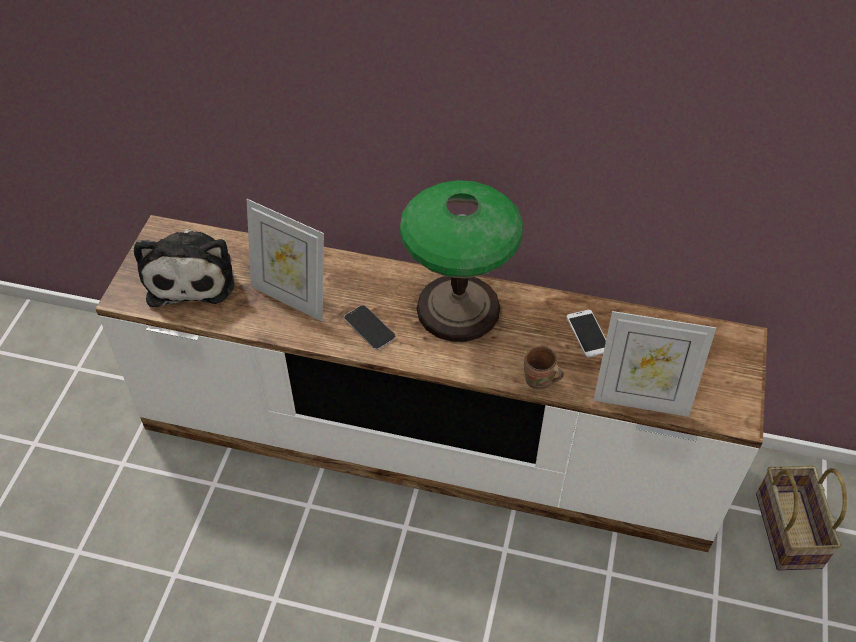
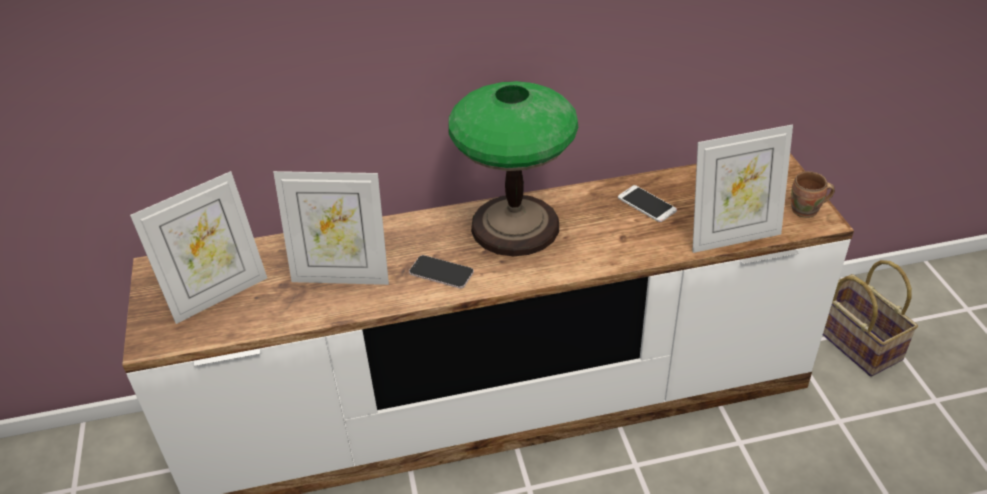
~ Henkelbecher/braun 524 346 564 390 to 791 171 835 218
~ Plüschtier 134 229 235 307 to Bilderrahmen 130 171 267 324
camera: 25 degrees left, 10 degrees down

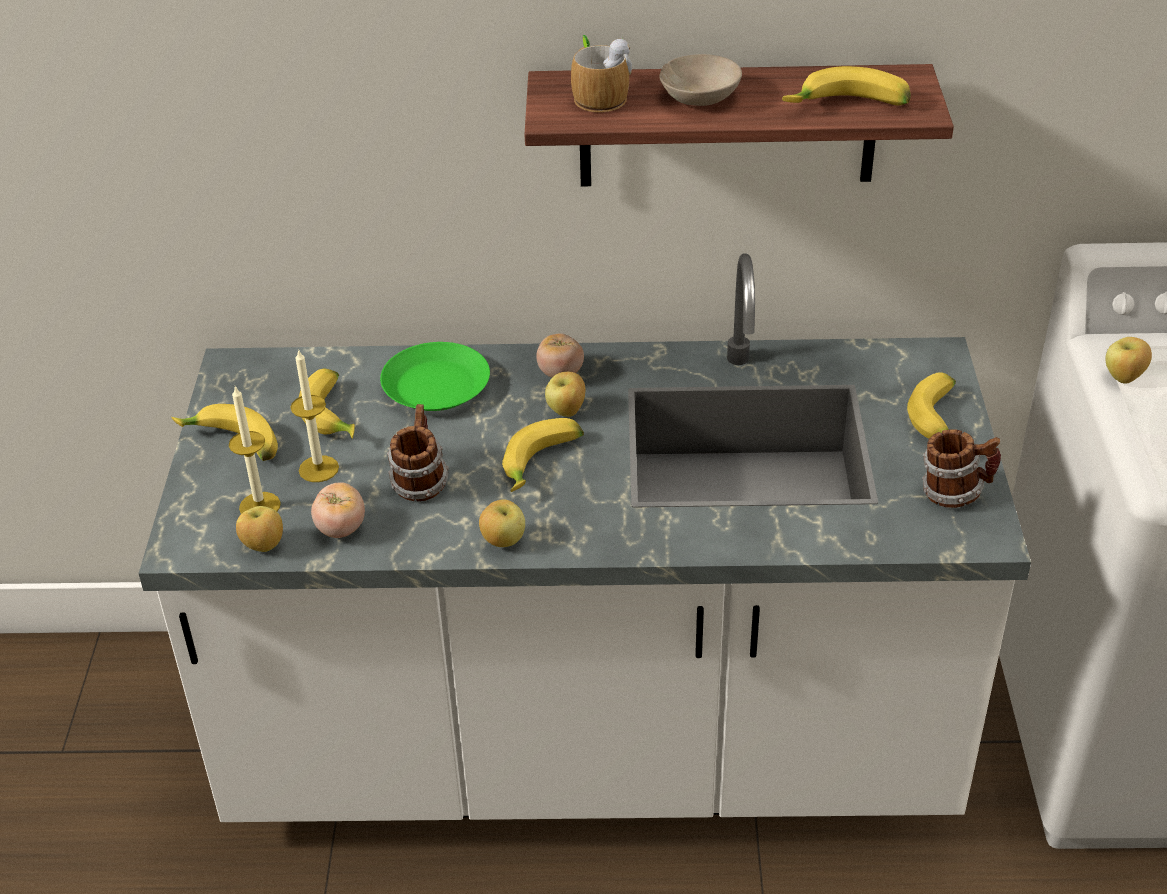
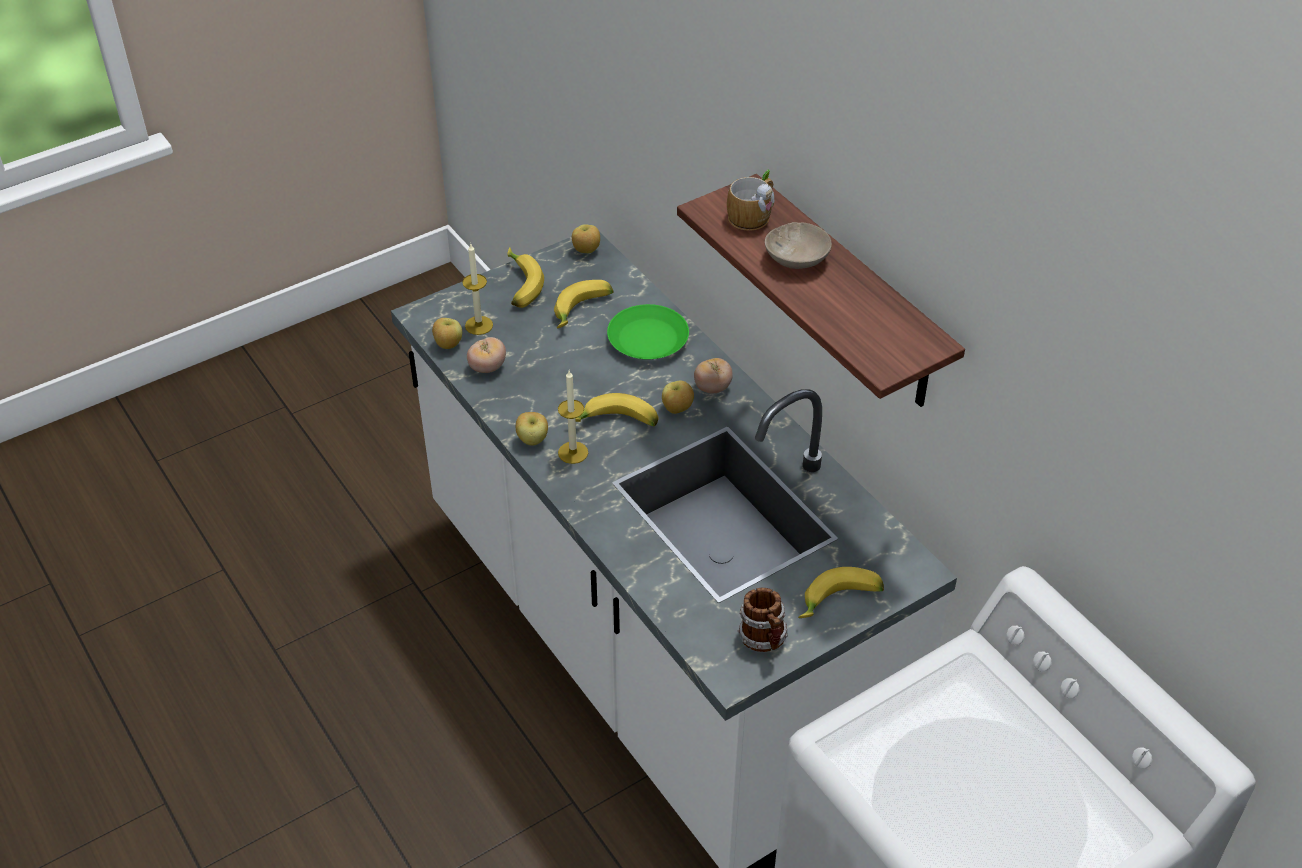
- Henkelbecher 387 404 449 501
- Banane 782 66 911 106
~ Kerze 290 349 339 482 to 558 371 588 464
~ Apfel 1105 337 1152 384 to 572 224 600 253
camera: 55 degrees right, 5 degrees up

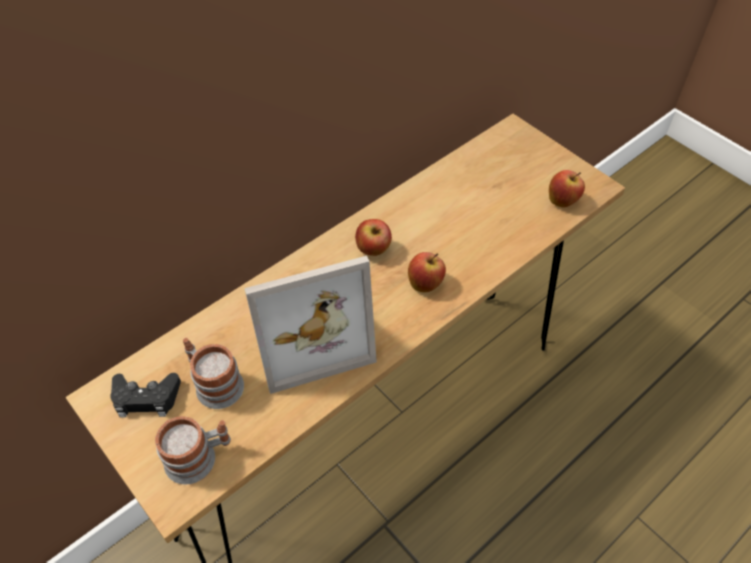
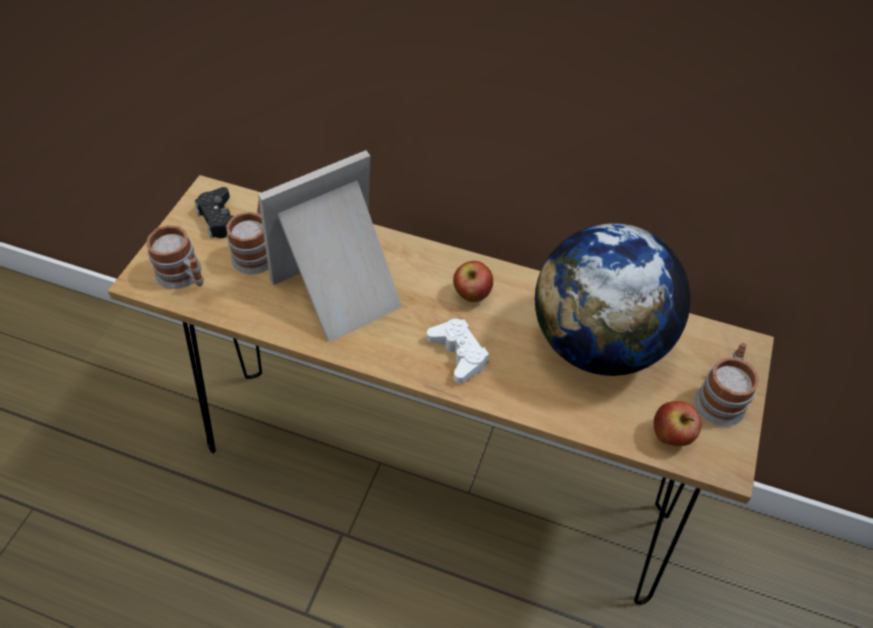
+ Globus 535 223 691 376
+ Henkelbecher 694 343 759 426
~ Apfel 408 252 446 292 to Gamepad/weiß 427 319 489 383
~ Bilderrahmen 244 256 377 394 = 258 150 402 343 105 degrees clockwise
camera: 60 degrees right, 0 degrees up

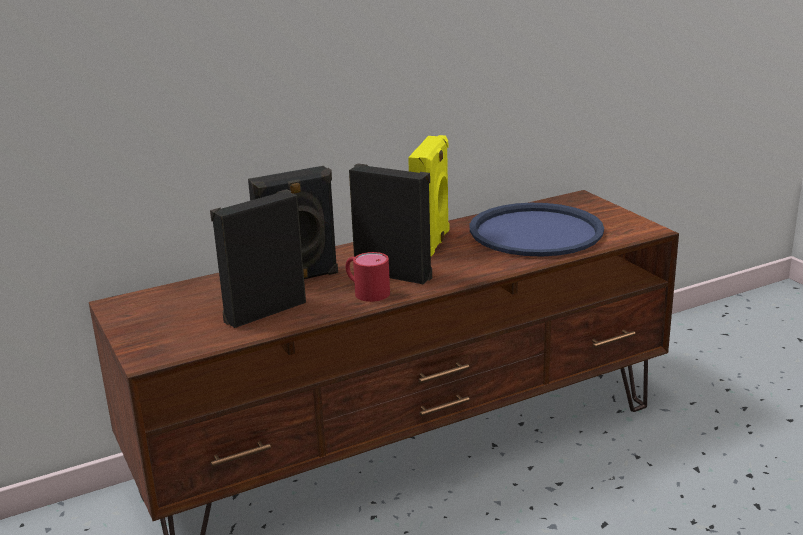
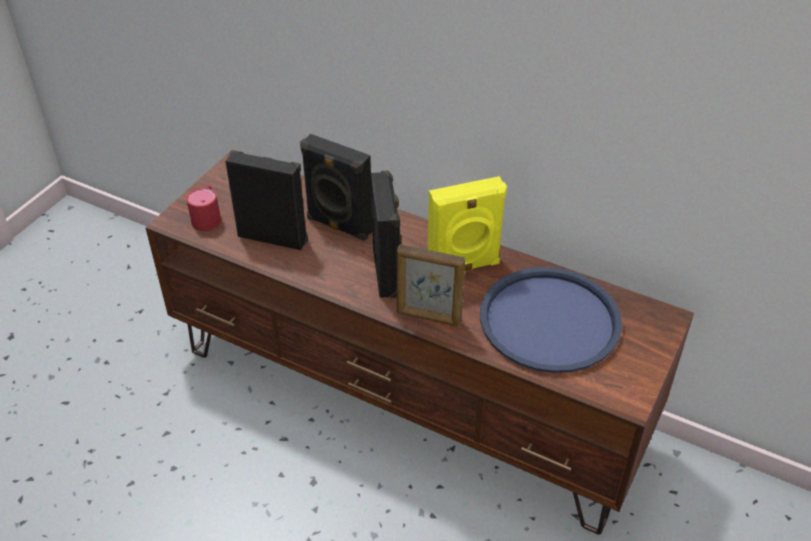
+ Bilderrahmen 397 244 465 326
~ Henkelbecher/rot 346 252 390 302 to 186 185 221 231
camera: 55 degrees right, 20 degrees up

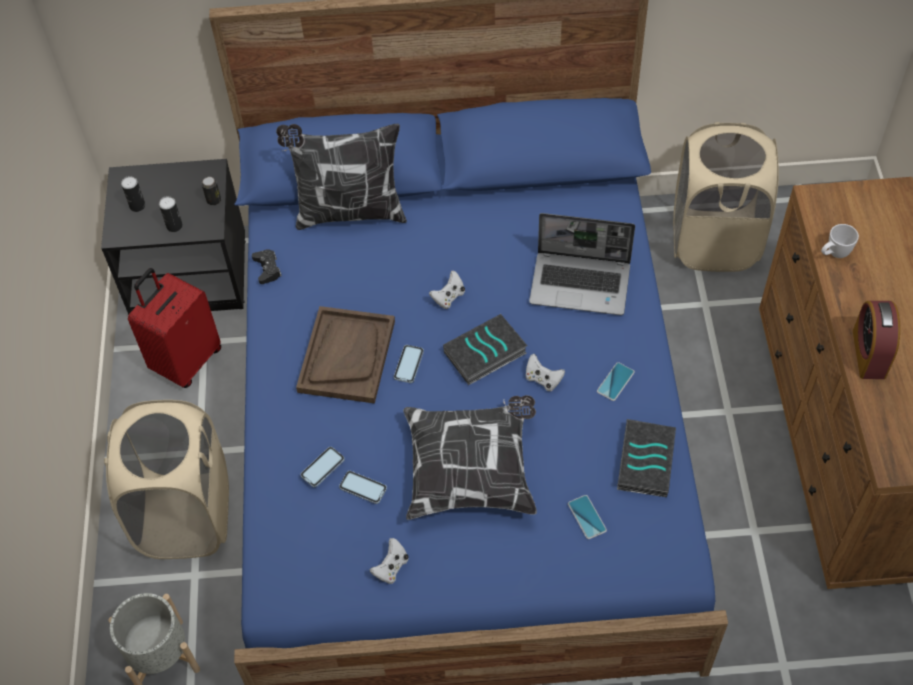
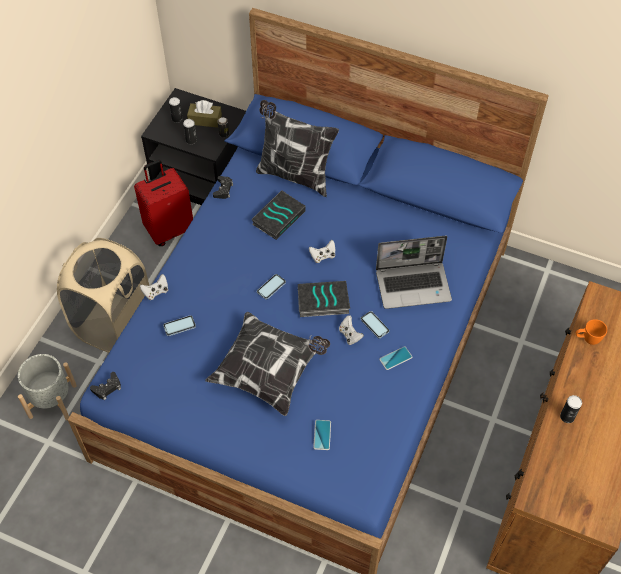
- Tablett/braun 296 306 395 404
- Wäschekorb/beige 673 122 779 272
+ Gamepad/schwarz 90 372 121 400
+ Taschentuchbox/braun 187 100 222 128
~ Handy 339 471 387 504 to 361 311 390 338
~ Gamepad/weiß 370 538 409 584 to 140 274 168 300
~ Buch 617 419 676 497 to 251 190 306 240
~ Wecker 853 301 900 379 to Dose 560 395 582 423
~ Henkelbecher/weiß 821 224 859 258 to Henkelbecher/orange 576 319 607 345
~ Laptop 529 213 635 315 = 376 236 452 309 45 degrees counterclockwise
camera: 25 degrees right, 0 degrees up

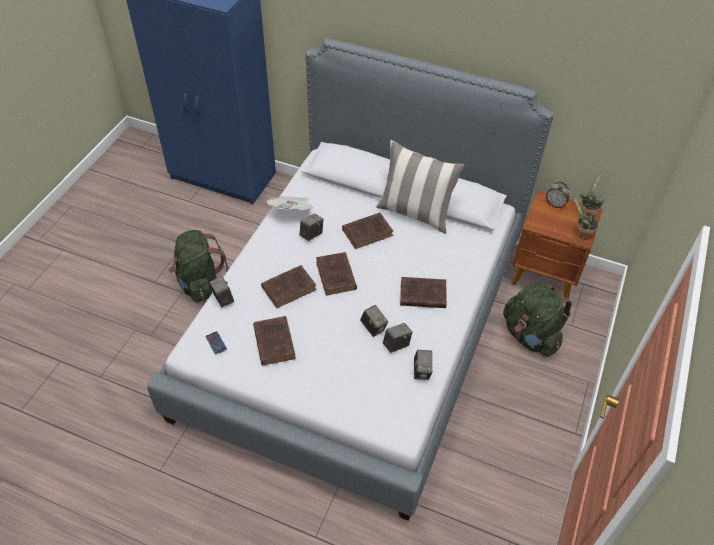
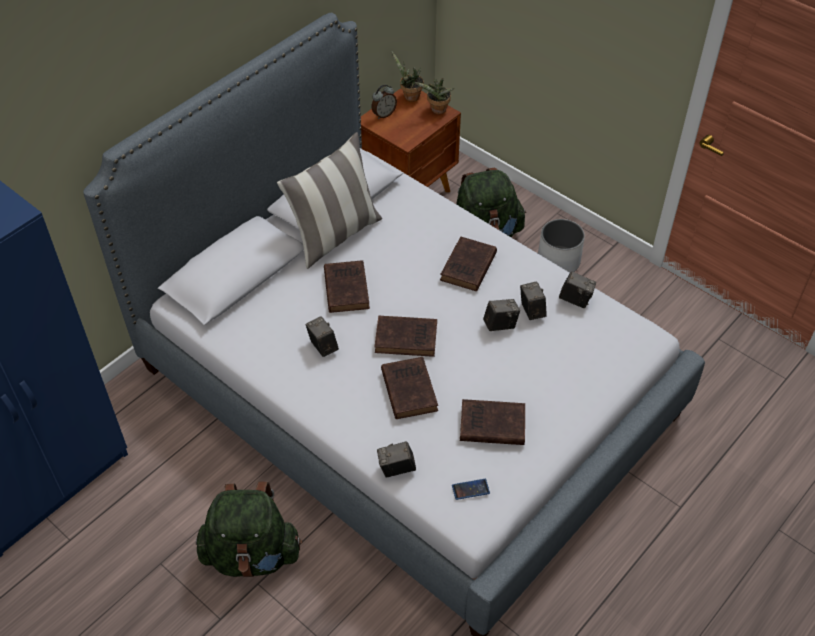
- Zeitung 267 196 313 210
+ Pflanzkübel/weiß 538 219 585 273
camera: 70 degrees left, 0 degrees up

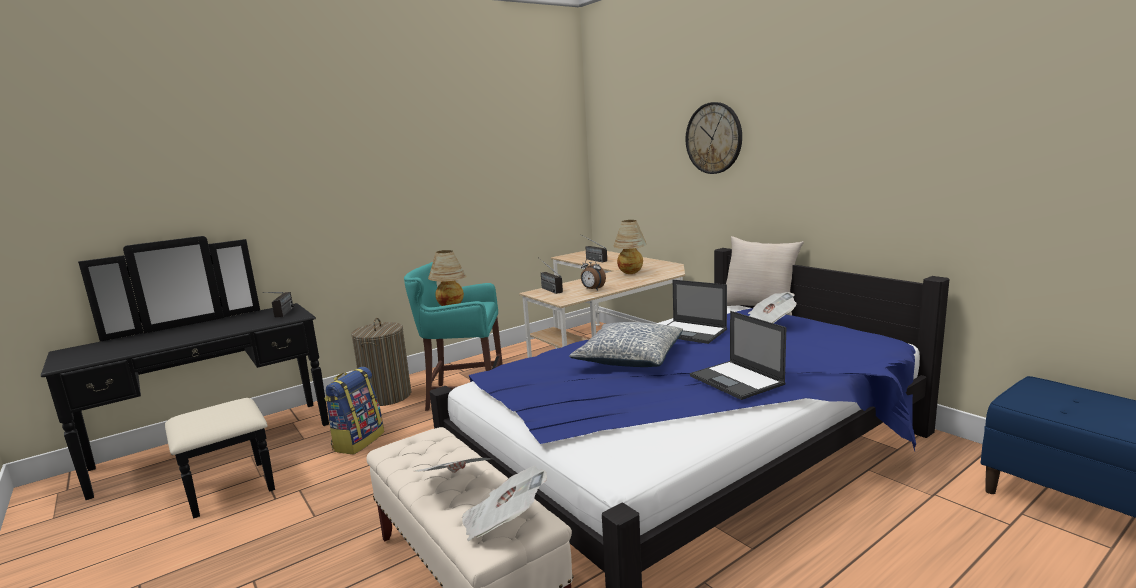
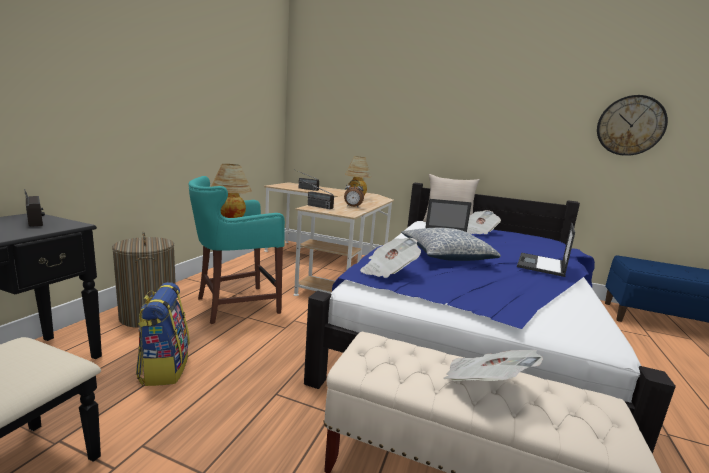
~ Zeitung 462 465 547 541 to 360 238 421 278
~ Wanduhr 686 102 742 174 to 597 95 668 156
~ Laptop 690 311 786 400 = 517 223 575 277 90 degrees clockwise
camera: 35 degrees left, 0 degrees up

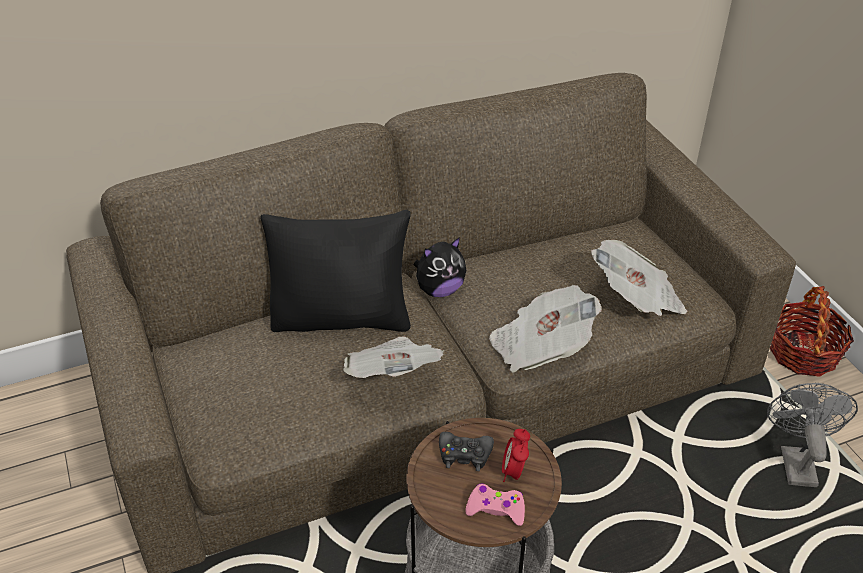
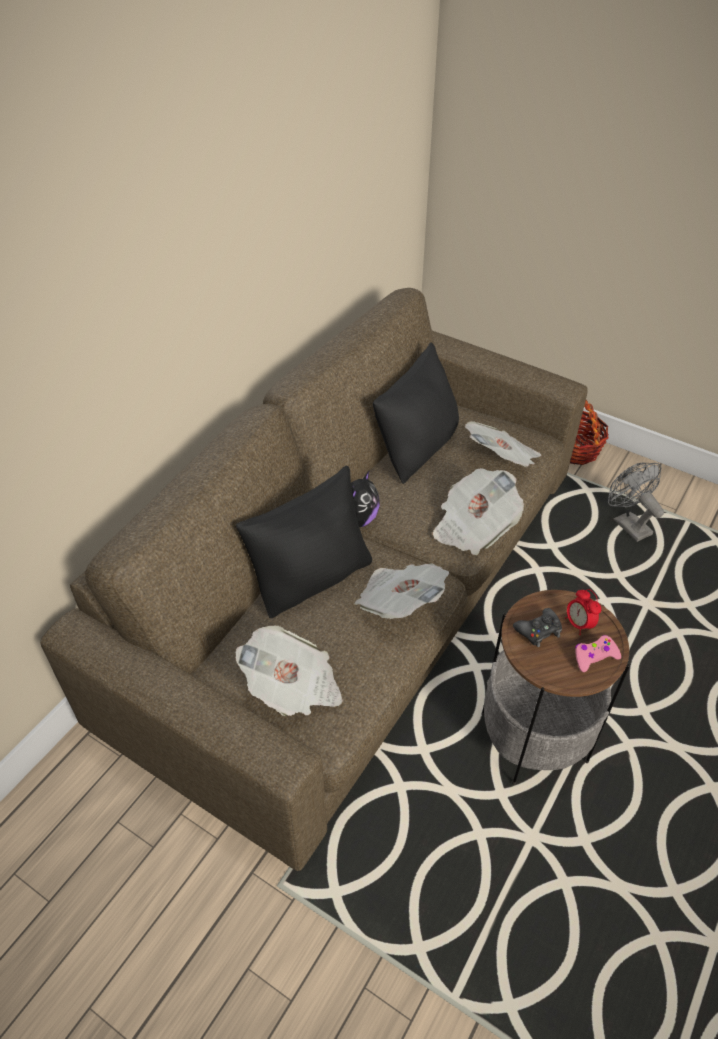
+ Zeitung 235 625 343 717
+ Kissen/schwarz 373 342 459 484
camera: 35 degrees left, 5 degrees up

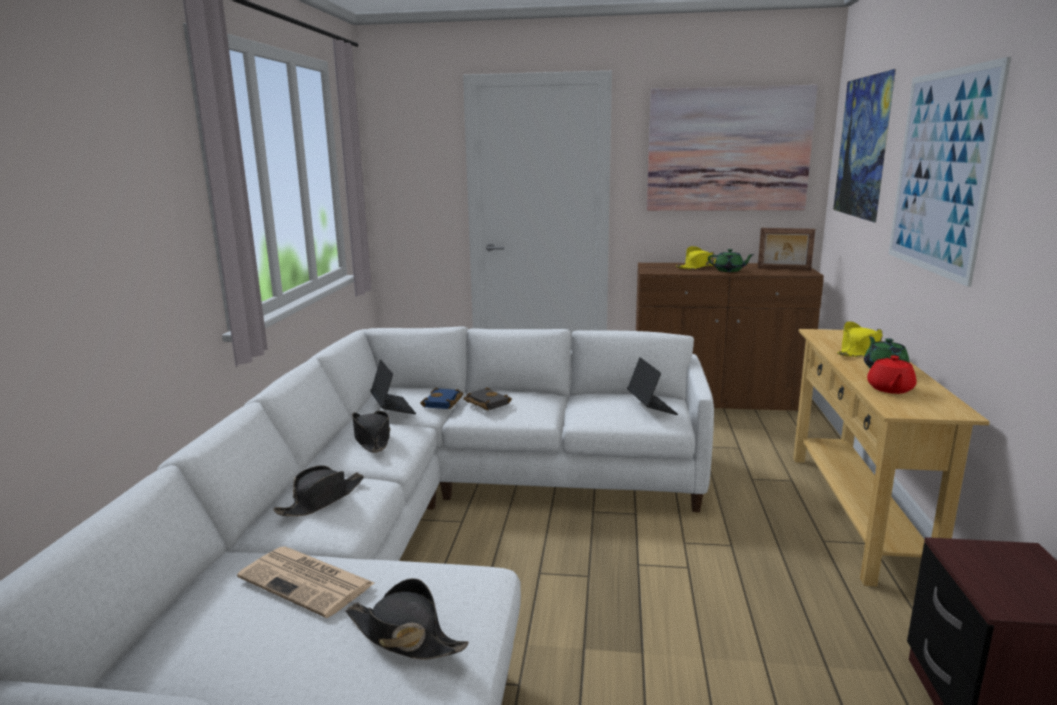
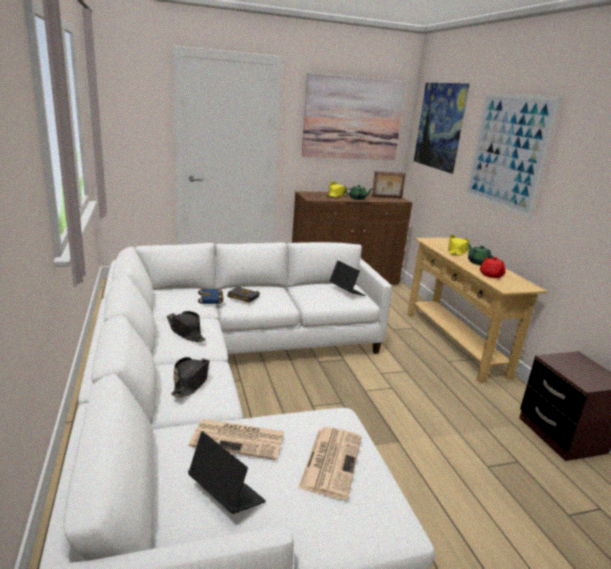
~ Laptop 370 359 416 414 to 188 431 266 514
~ Hut/schwarz 346 578 469 660 to Zeitung 298 427 362 500
camera: 25 degrees left, 5 degrees up

